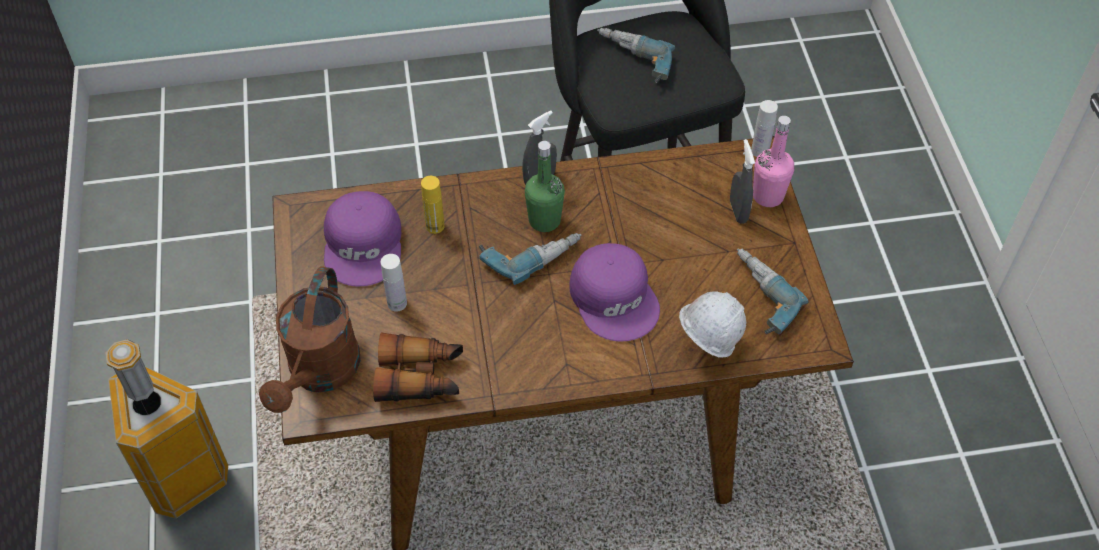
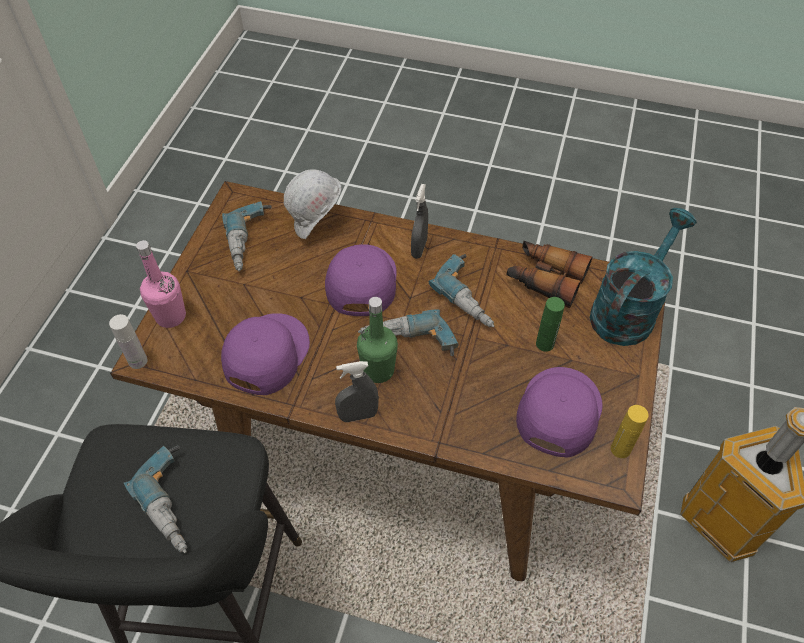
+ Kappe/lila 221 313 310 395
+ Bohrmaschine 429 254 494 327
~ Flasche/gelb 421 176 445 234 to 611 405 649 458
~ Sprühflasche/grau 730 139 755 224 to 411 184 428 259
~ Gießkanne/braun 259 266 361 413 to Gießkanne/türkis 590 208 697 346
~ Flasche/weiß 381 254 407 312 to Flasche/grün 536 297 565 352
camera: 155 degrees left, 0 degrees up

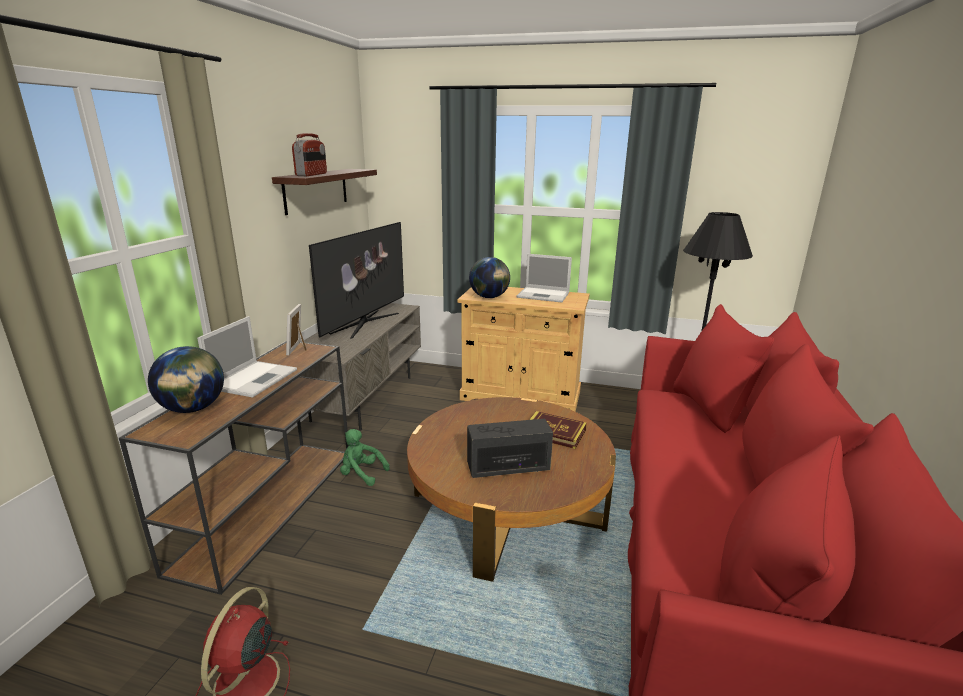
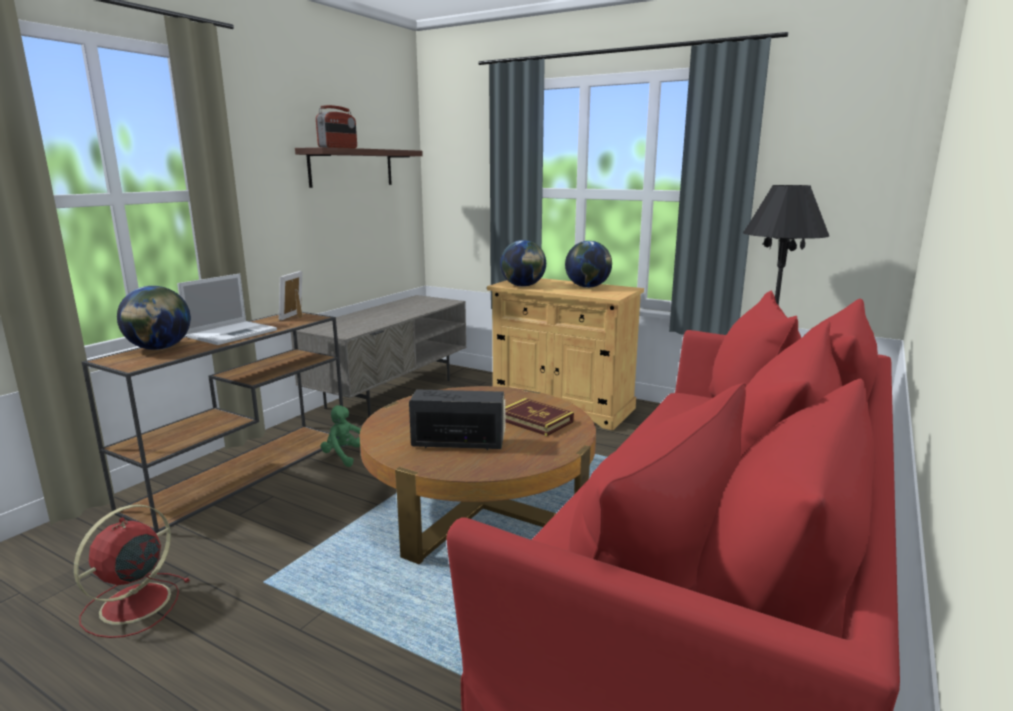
- Fernseher 309 222 404 338
~ Laptop 517 254 572 303 to Globus 565 241 612 288
camera: 15 degrees right, 5 degrees down

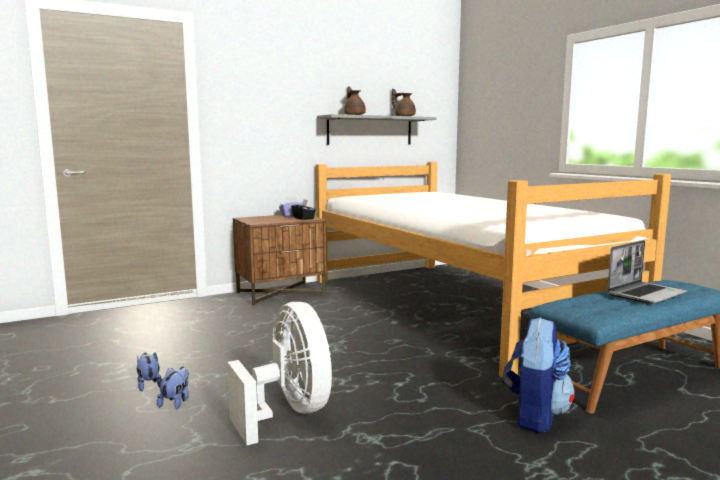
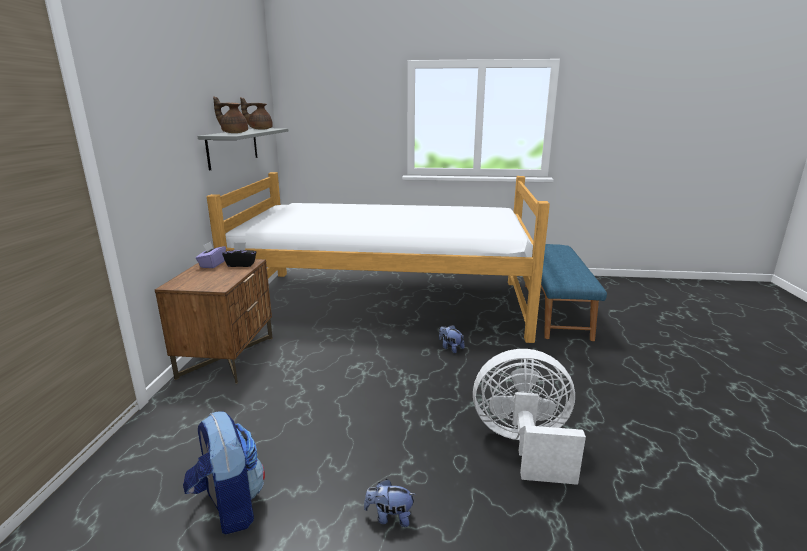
- Laptop 607 240 687 304
~ Plüschtier 157 367 189 409 to 439 325 464 353
~ Rucksack 502 317 575 433 to 183 411 265 534
camera: 55 degrees left, 10 degrees up

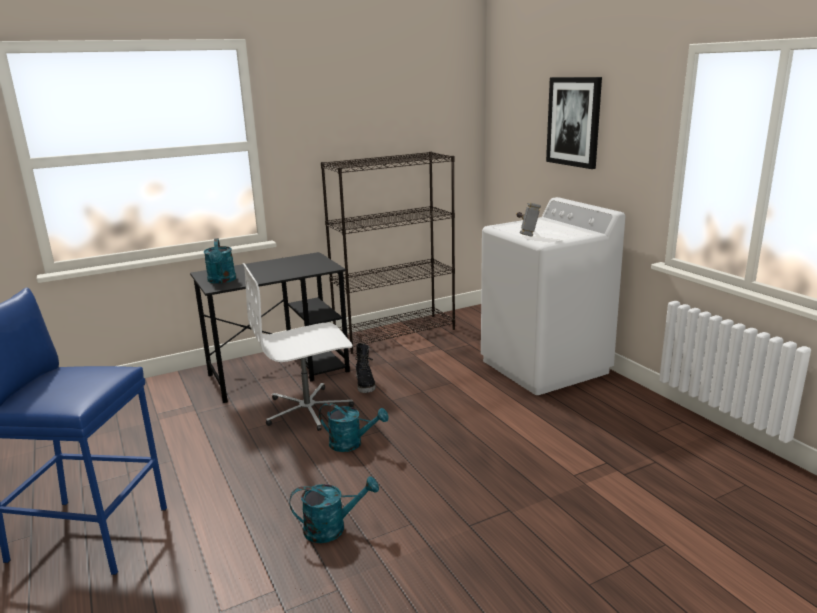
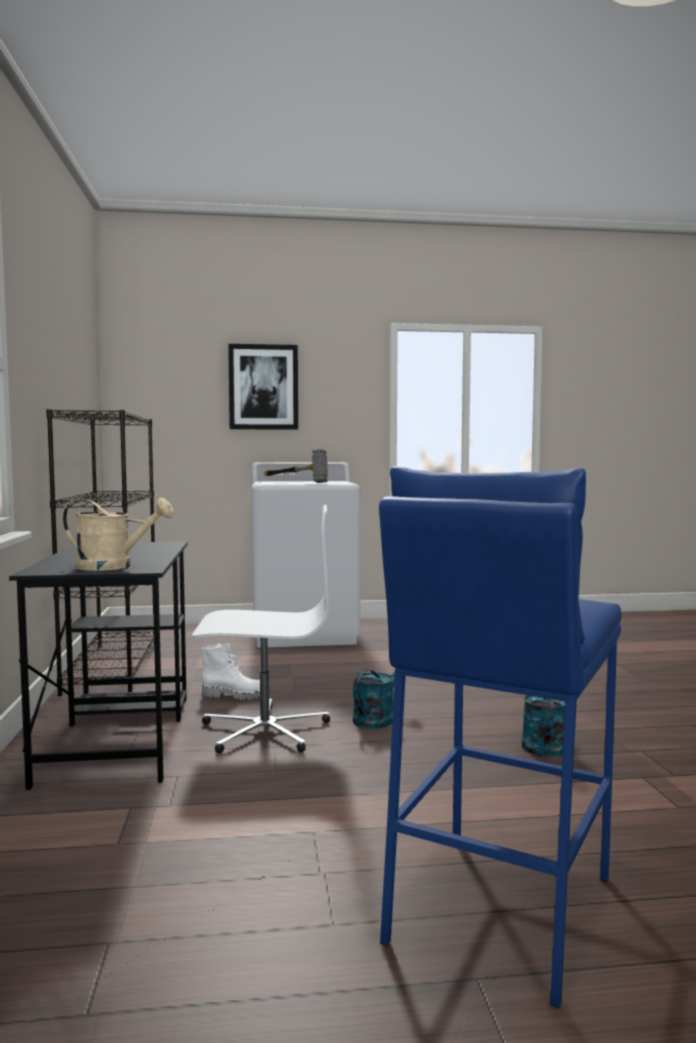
~ Gießkanne/türkis 204 238 236 284 to Gießkanne/beige 63 498 174 571
~ Stiefel/schwarz 356 343 376 393 to Stiefel/weiß 200 643 271 701
~ Bürostuhl/weiß 243 263 354 431 = 192 504 330 753 90 degrees counterclockwise
camera: 70 degrees left, 15 degrees down

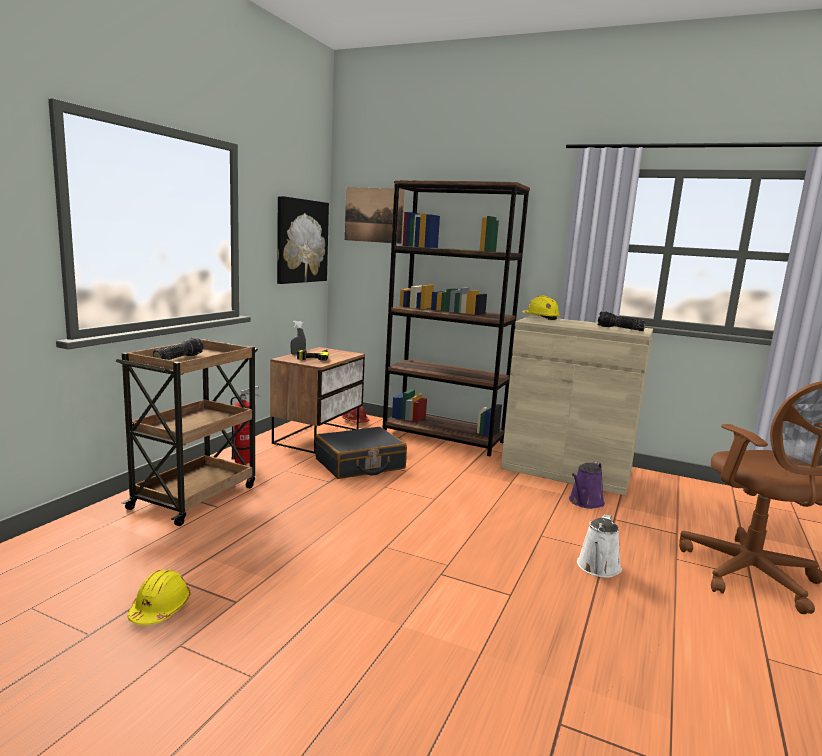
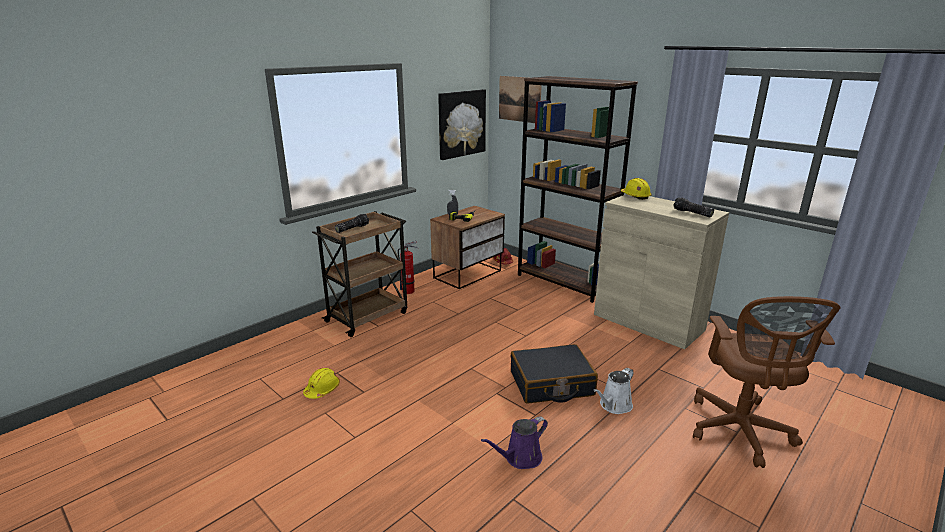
~ Koffer/schwarz 315 427 407 479 to 511 344 598 404
~ Gießkanne/lila 569 462 605 509 to 481 417 548 469
camera: 20 degrees right, 10 degrees up

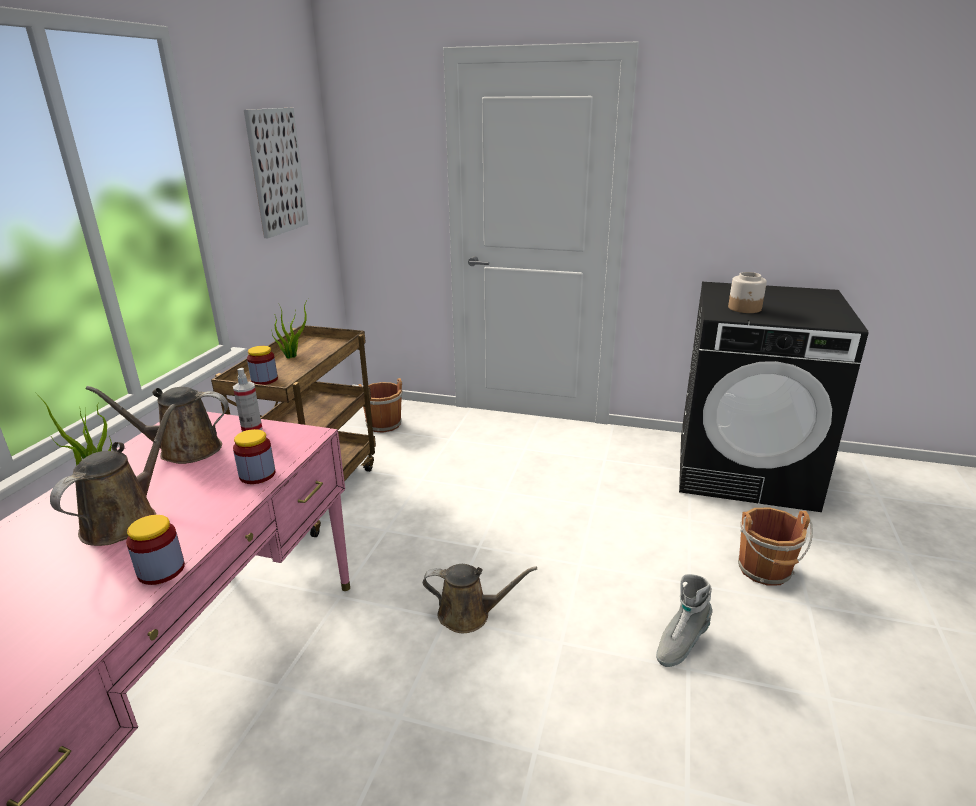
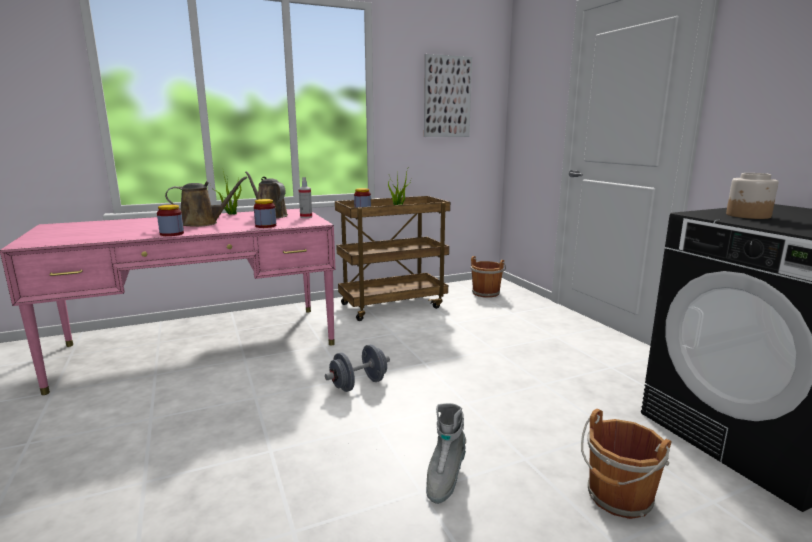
~ Gießkanne/braun 423 564 537 633 to Hantel/grau 325 344 390 392
~ Stiefel/grau 656 574 713 667 = 426 403 466 504 75 degrees counterclockwise
camera: 50 degrees right, 10 degrees down

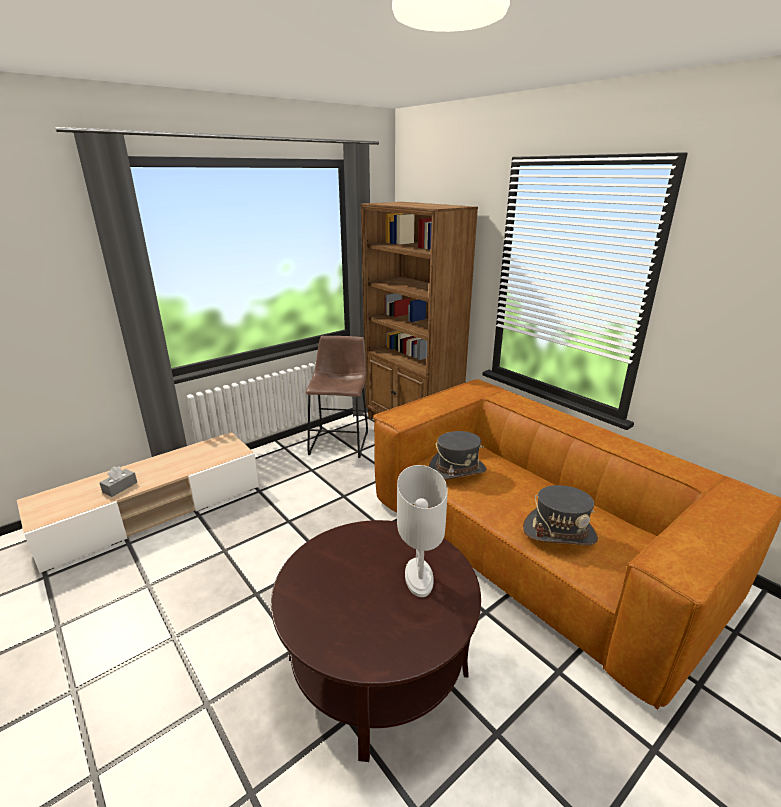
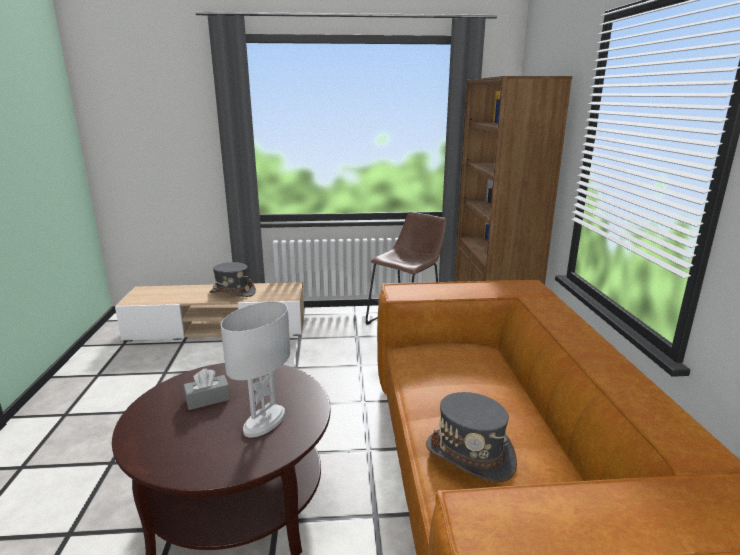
~ Taschentuchbox/grau 99 466 137 497 to 184 368 230 410
~ Hut/grau 428 431 487 480 to 209 262 256 297
camera: 35 degrees right, 5 degrees down

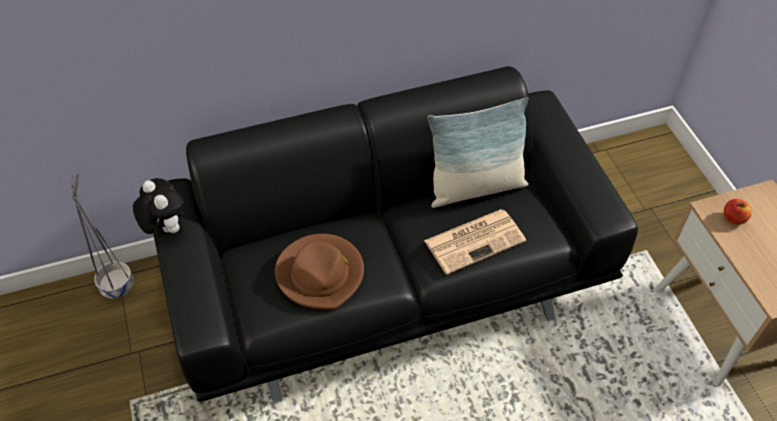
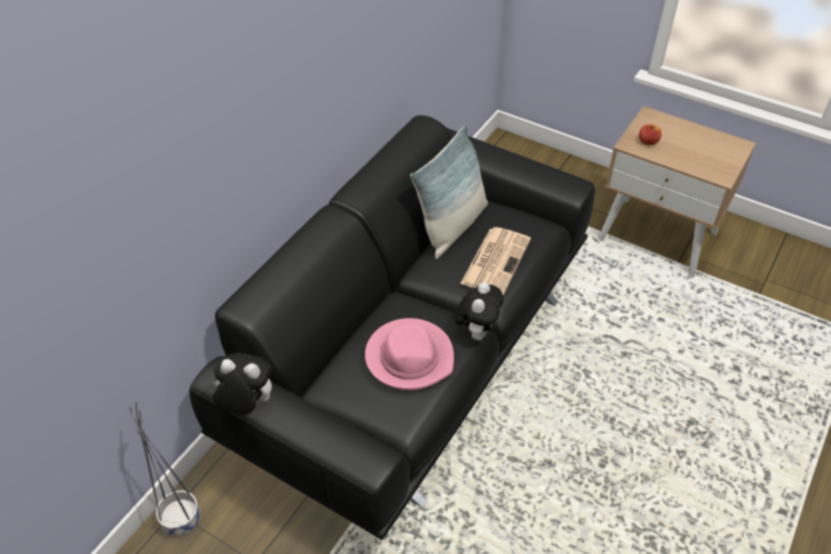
+ Plüschtier 455 282 504 341
~ Hut/braun 275 234 364 310 to Hut/rosa 365 318 454 390
camera: 40 degrees left, 5 degrees down

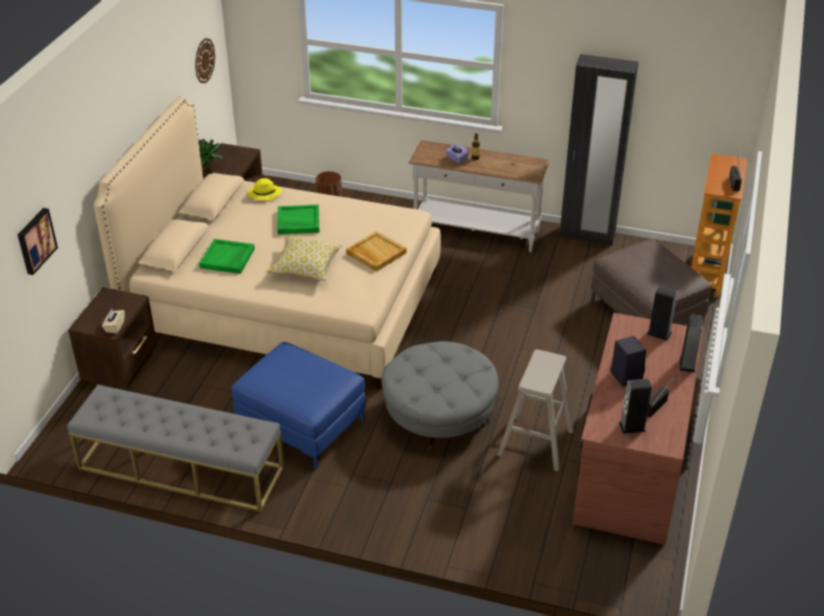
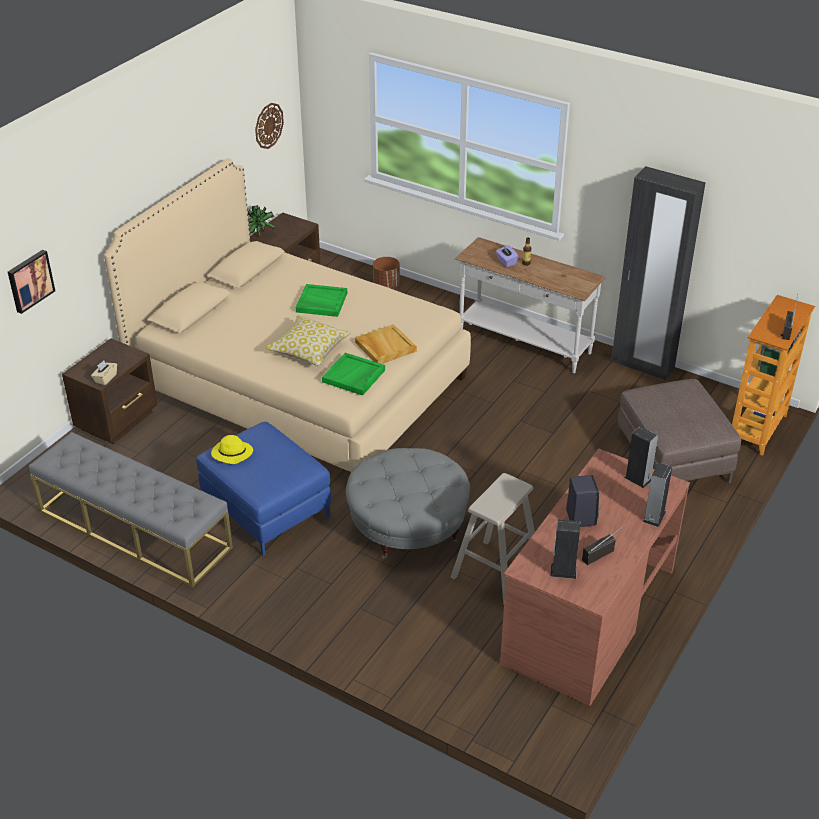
~ Tablett/grün 199 239 255 274 to 322 353 385 396
~ Hut/gelb 248 178 282 201 to 211 435 253 464
camera: 15 degrees right, 0 degrees up

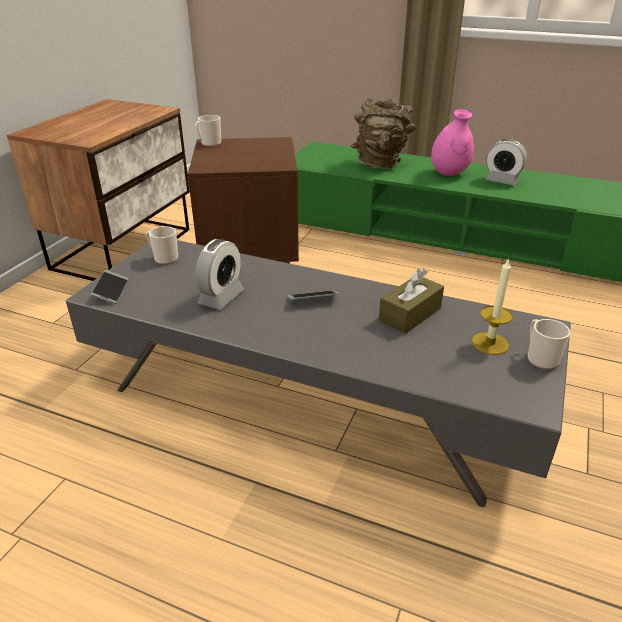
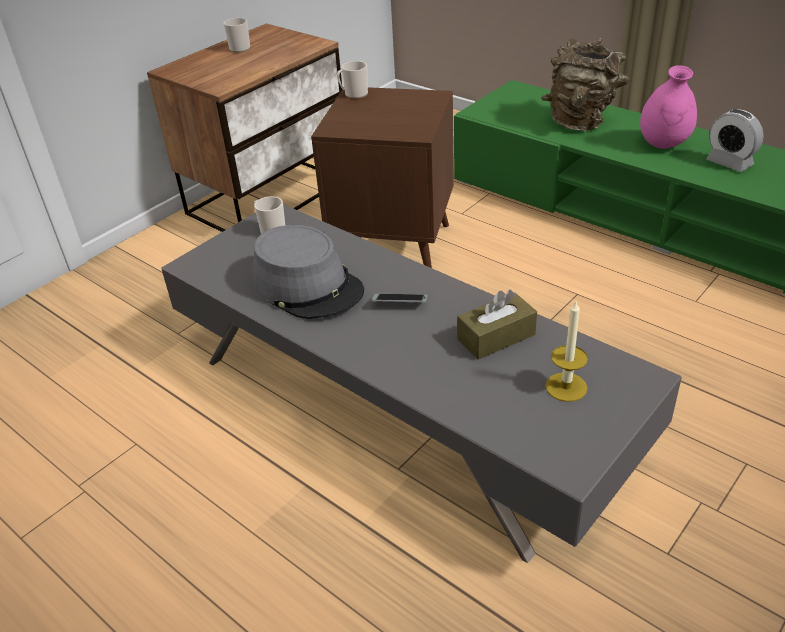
- Handy 91 270 128 304
~ Henkelbecher 527 319 570 370 to 224 18 250 53
~ Wecker 195 239 244 310 to Hut/grau 253 225 364 319
camera: 20 degrees right, 5 degrees up

